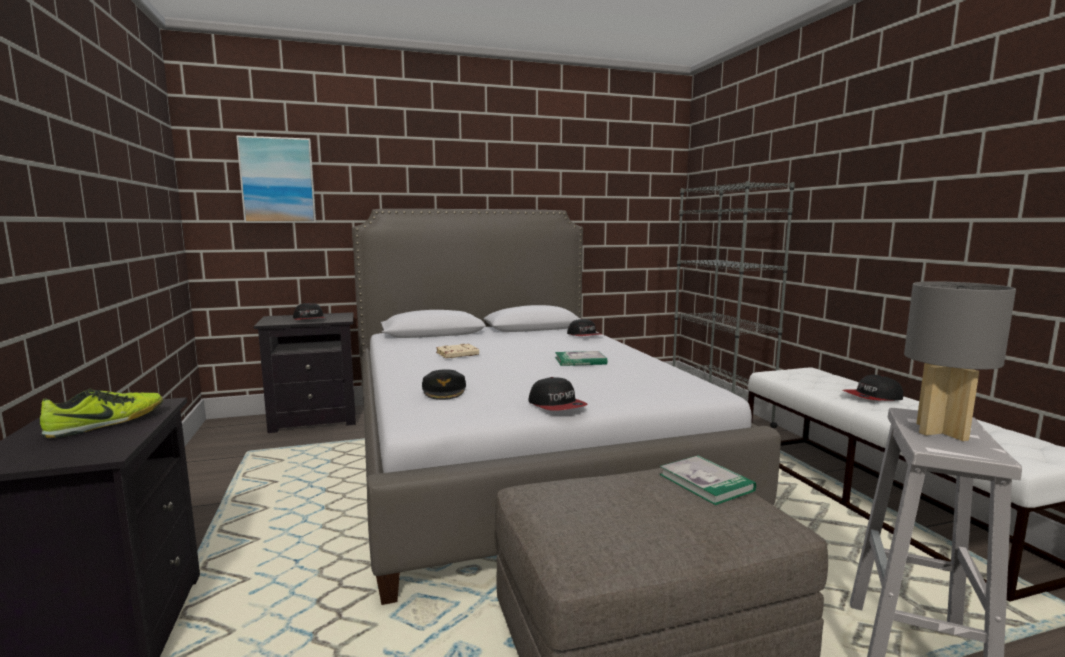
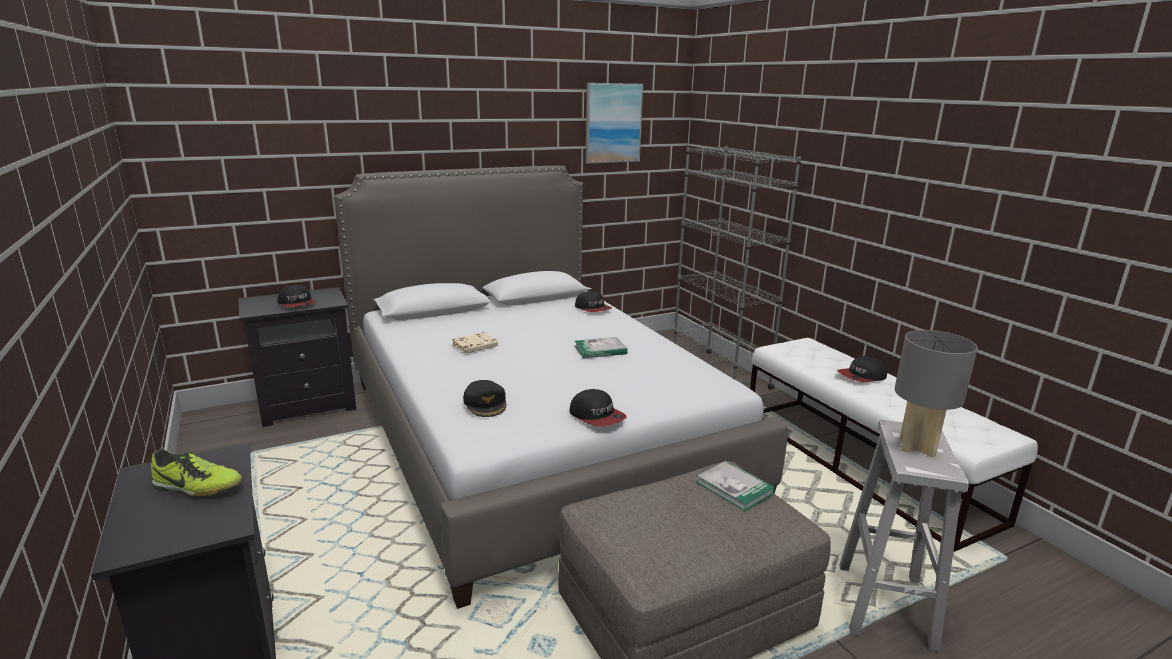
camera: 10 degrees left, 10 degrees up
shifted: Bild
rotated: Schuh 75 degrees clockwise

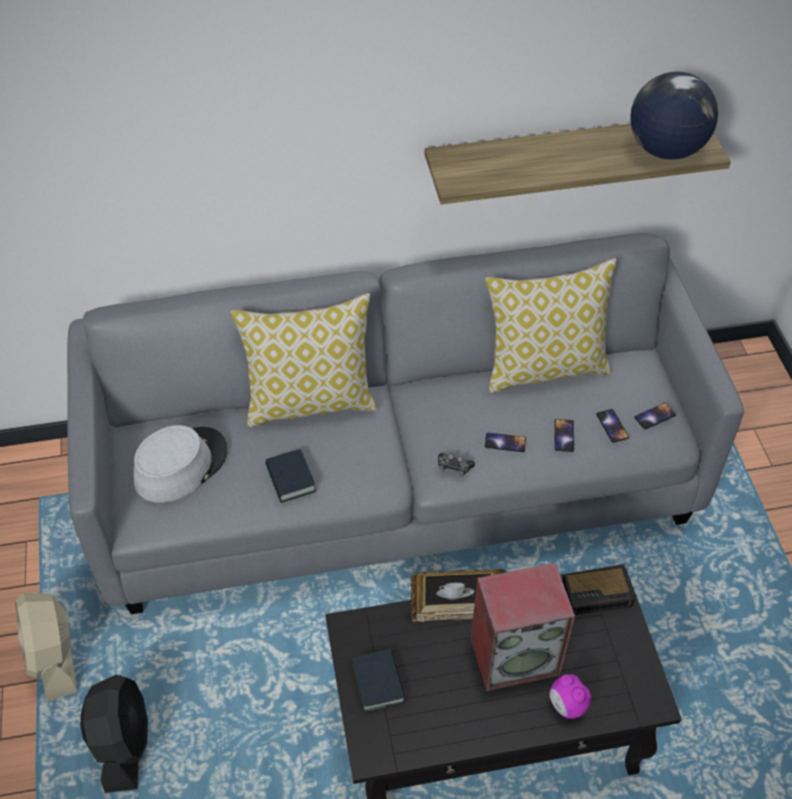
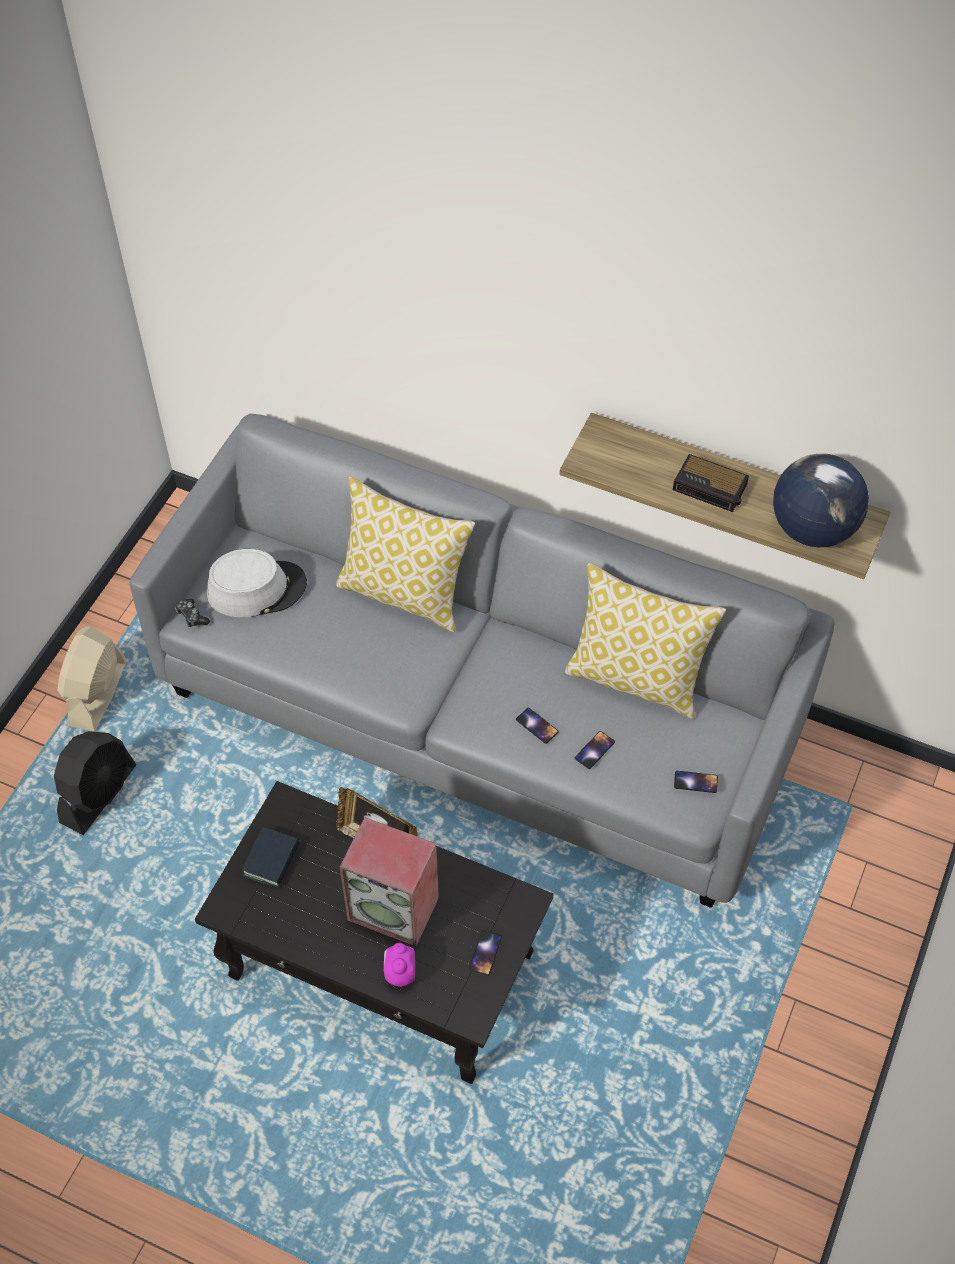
camera: 35 degrees right, 5 degrees up
gone: Buch (no. 1 from left)
shifted: Gamepad; Handy (no. 3 from left in the first image) to Handy (no. 1 from left); Wecker (no. 2 from left)

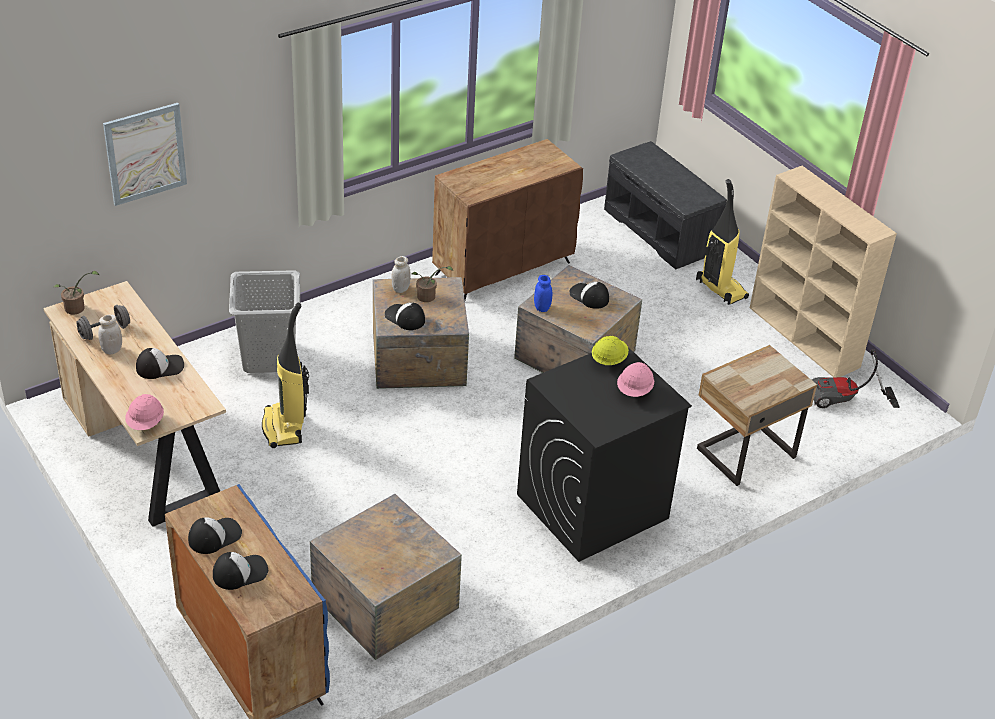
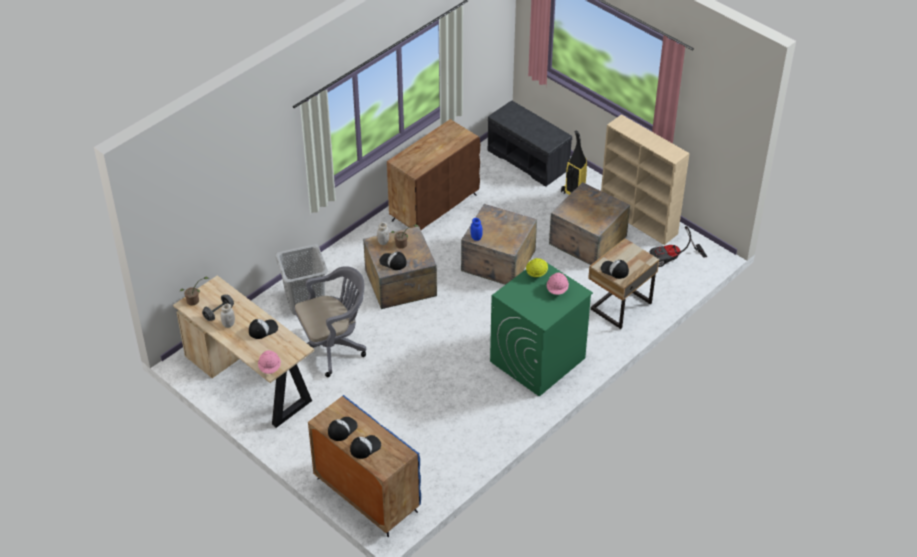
camera: 10 degrees left, 5 degrees up
gone: Bild
shifted: Kiste (no. 1 from left in the first image) to Kiste (no. 3 from left); Kappe (no. 5 from left)
swapped: Staubsauger (no. 1 from left) to Bürostuhl (grau)
repainted: Waschmaschine (schwarz) to Waschmaschine (grün)

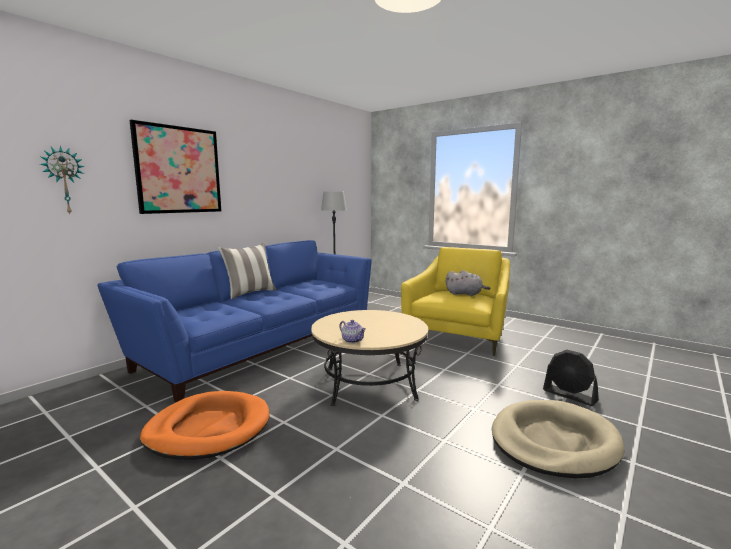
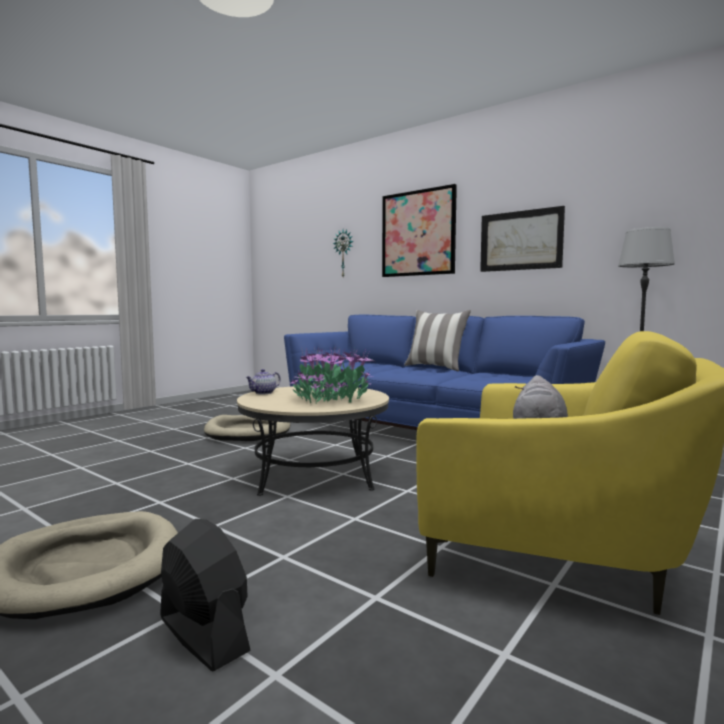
camera: 90 degrees right, 5 degrees down
new: Topfpflanze; Bild (no. 2 from left)
repainted: Hundebett (orange) to Hundebett (beige) (no. 2 from left)
rotated: Ventilator (schwarz) 90 degrees clockwise

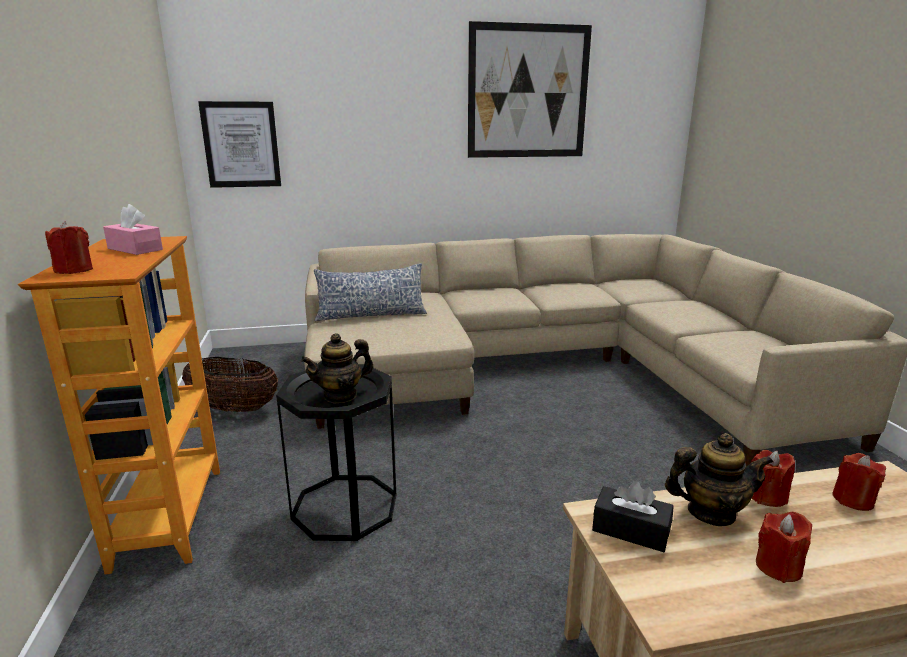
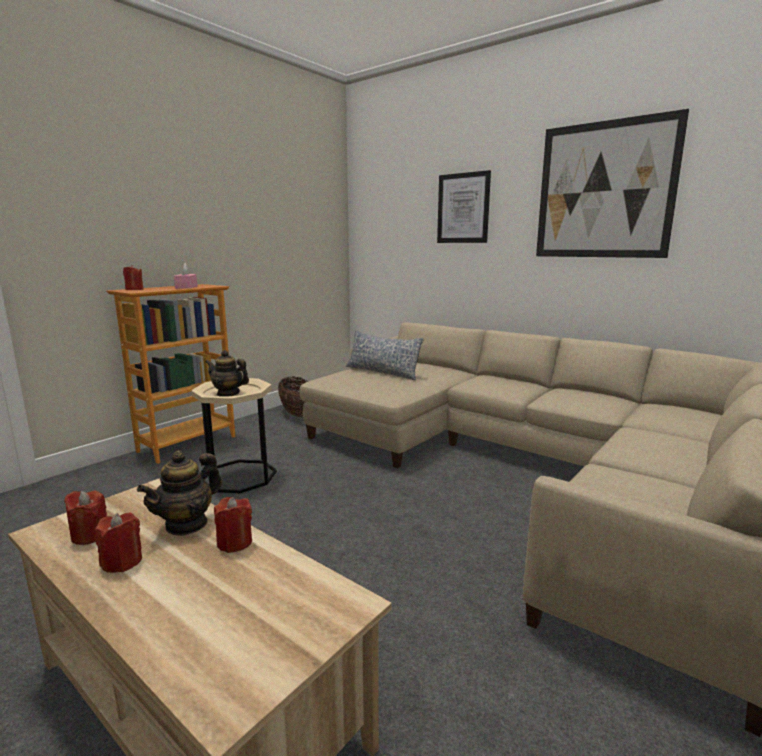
camera: 50 degrees right, 5 degrees down
gone: Taschentuchbox (schwarz)
shifted: Kerze (rot) (no. 4 from left in the first image) to Kerze (rot) (no. 1 from left); Bild (no. 1 from left)
repainted: Beistelltisch (schwarz) to Beistelltisch (beige)
rotated: Teekanne (no. 2 from left in the first image) 75 degrees clockwise

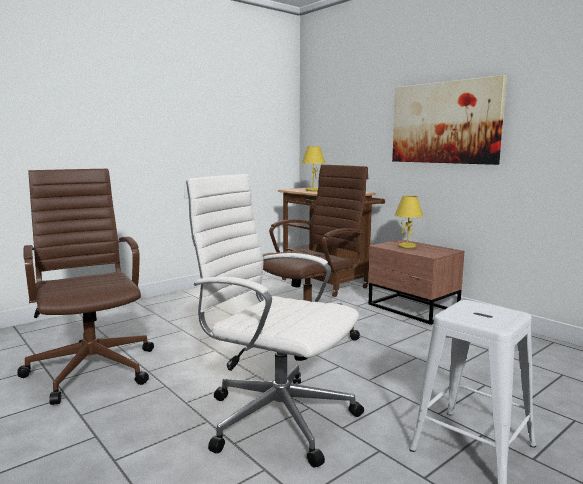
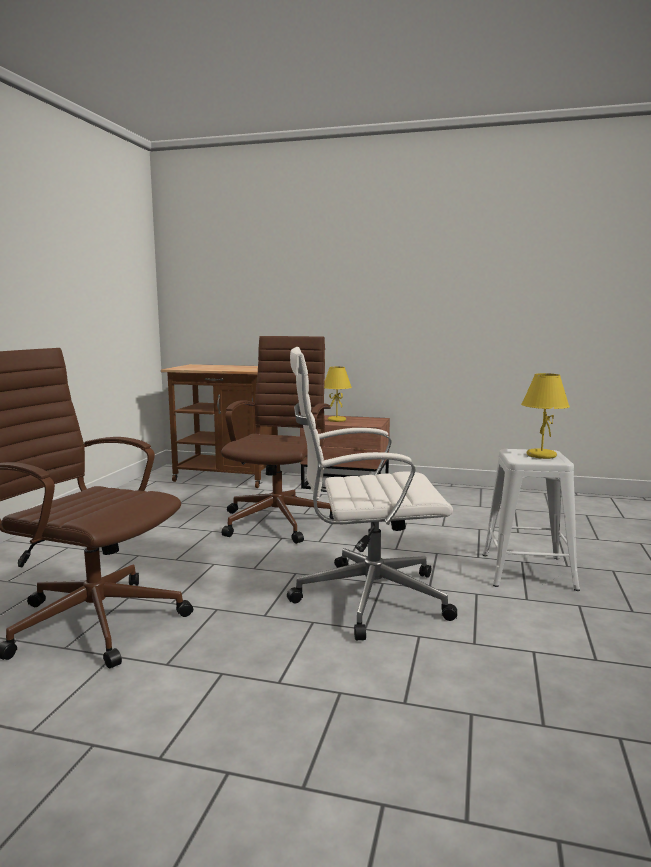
camera: 35 degrees left, 0 degrees up
gone: Bild
shifted: Tischlampe (gelb) (no. 1 from left in the first image) to Tischlampe (gelb) (no. 2 from left)

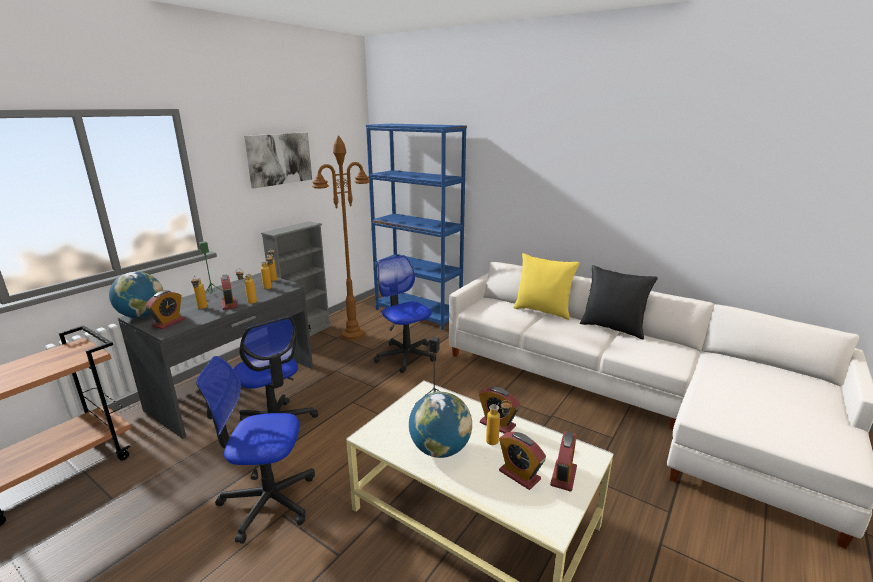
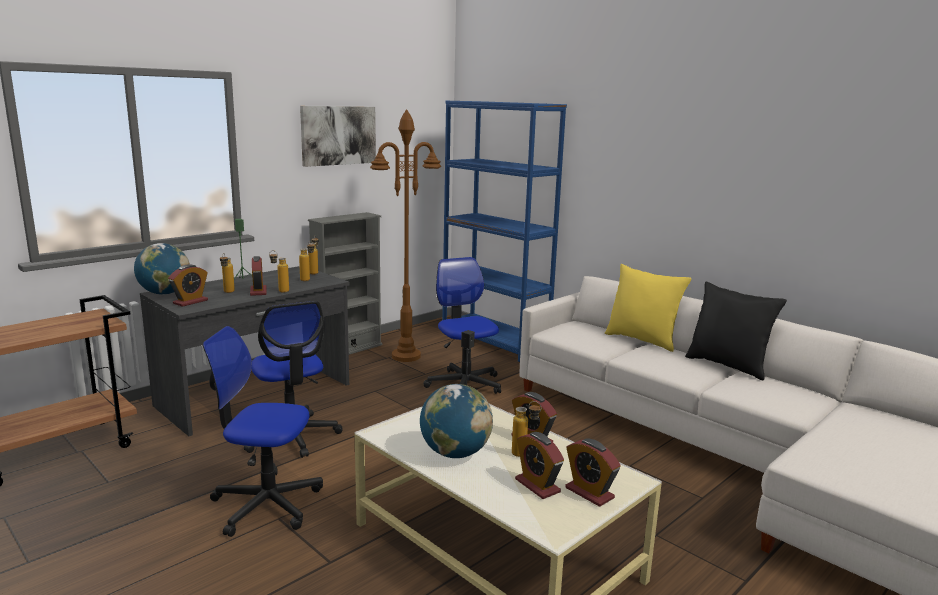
camera: 10 degrees right, 5 degrees down
rotated: Wecker (no. 5 from left) 105 degrees clockwise

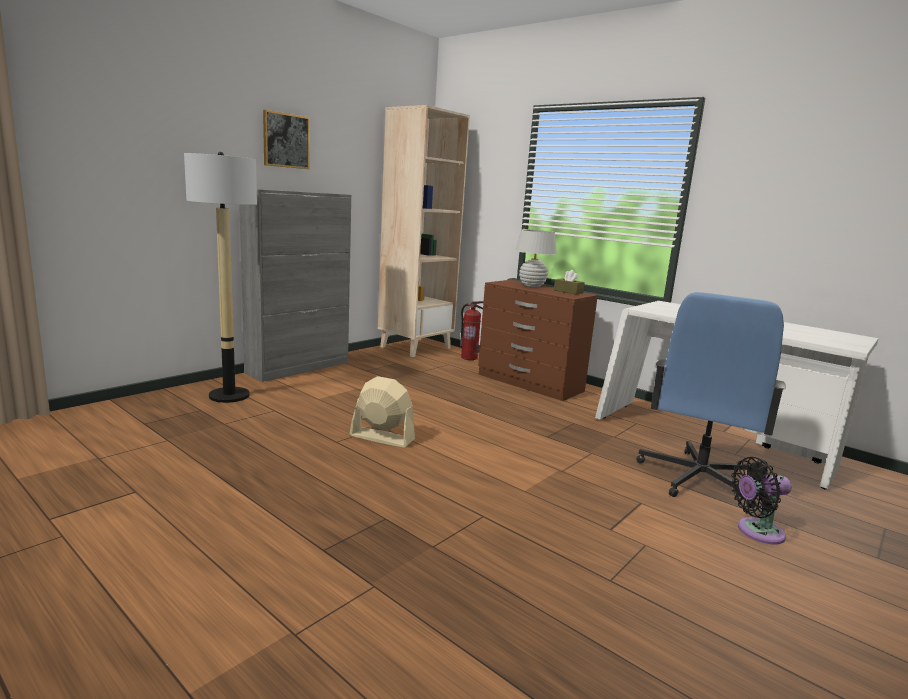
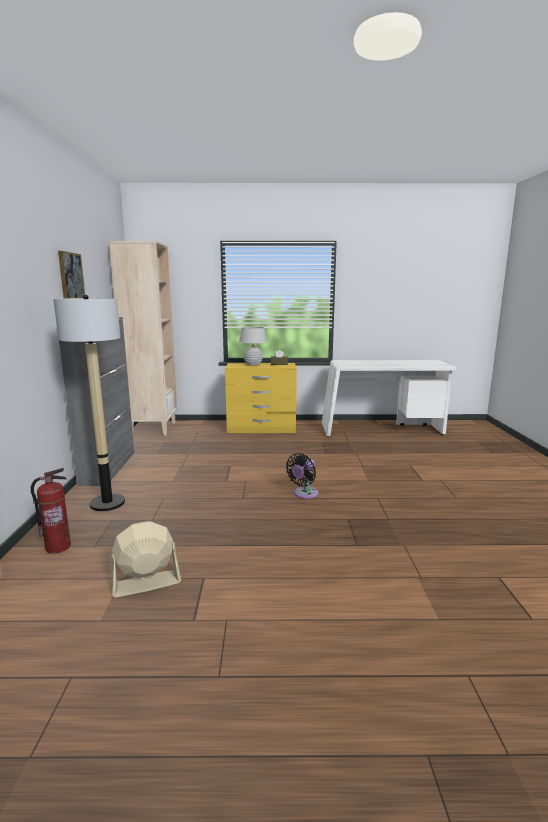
camera: 40 degrees left, 0 degrees up
gone: Bürostuhl (blau)
shifted: Feuerlöscher; Ventilator (beige); Ventilator (schwarz)
repainted: Kommode (braun) to Kommode (gelb)

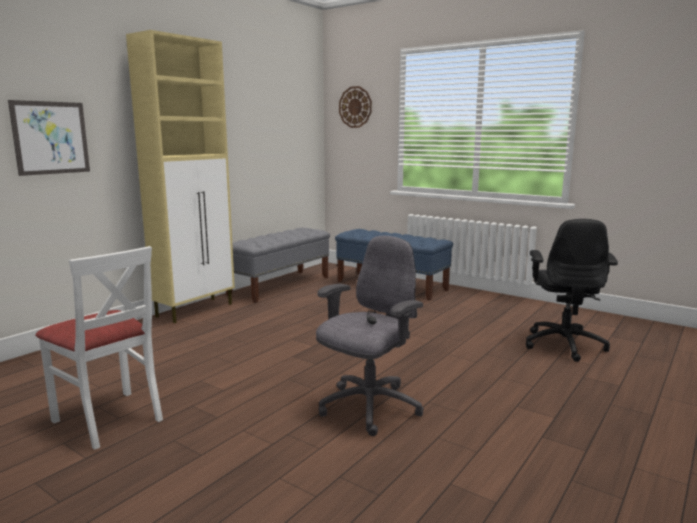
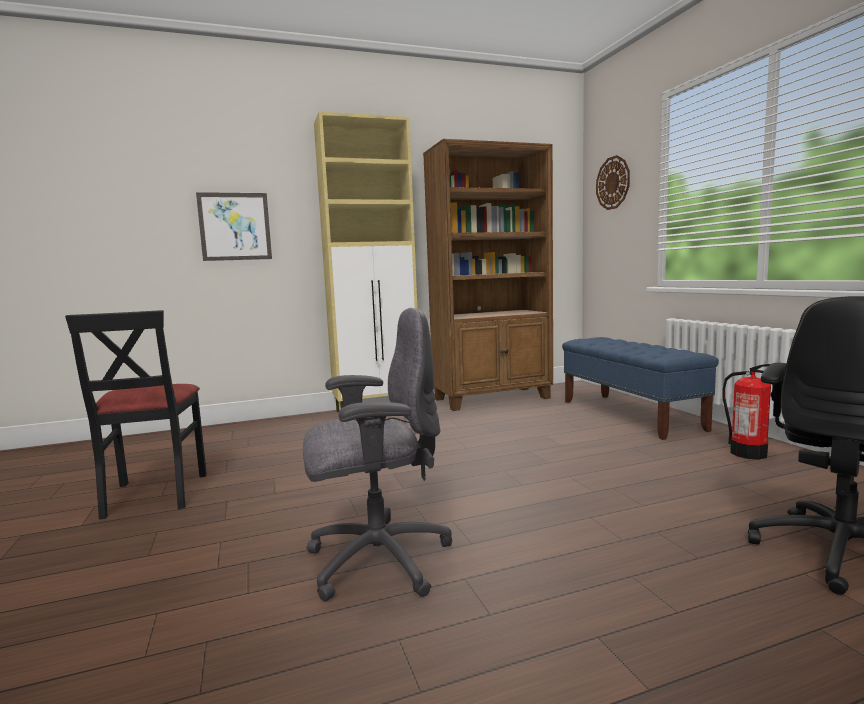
camera: 35 degrees right, 5 degrees down
new: Feuerlöscher
swapped: Bank (grau) to Bücherregal (braun)
repainted: Stuhl (weiß) to Stuhl (schwarz)

